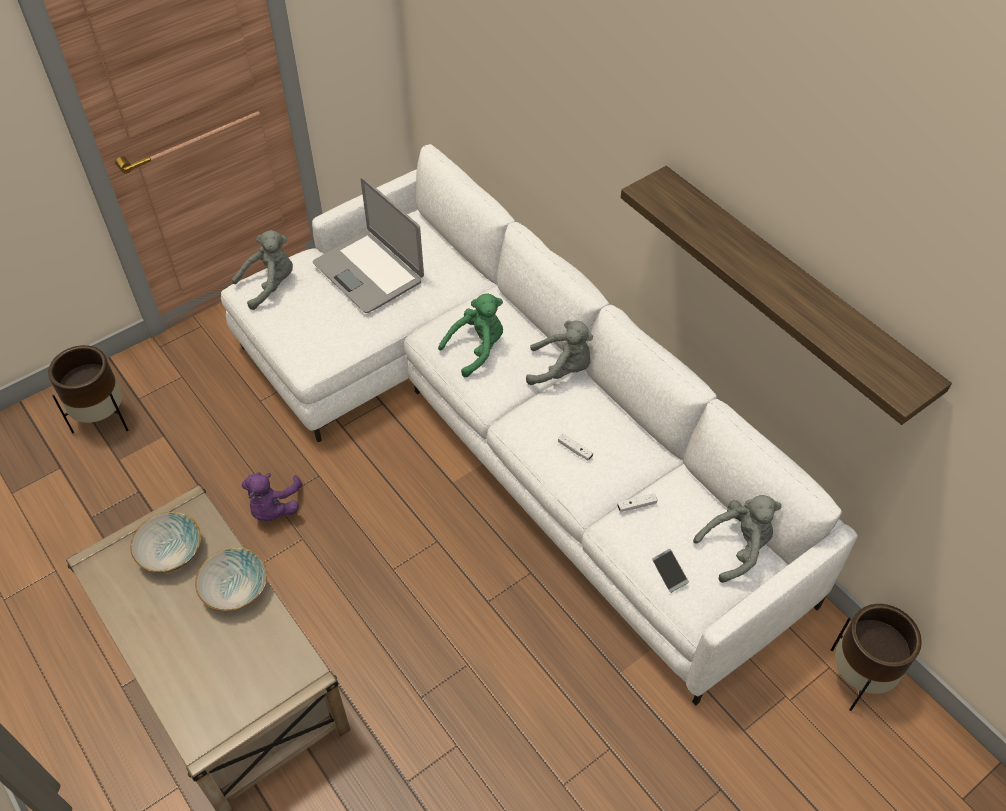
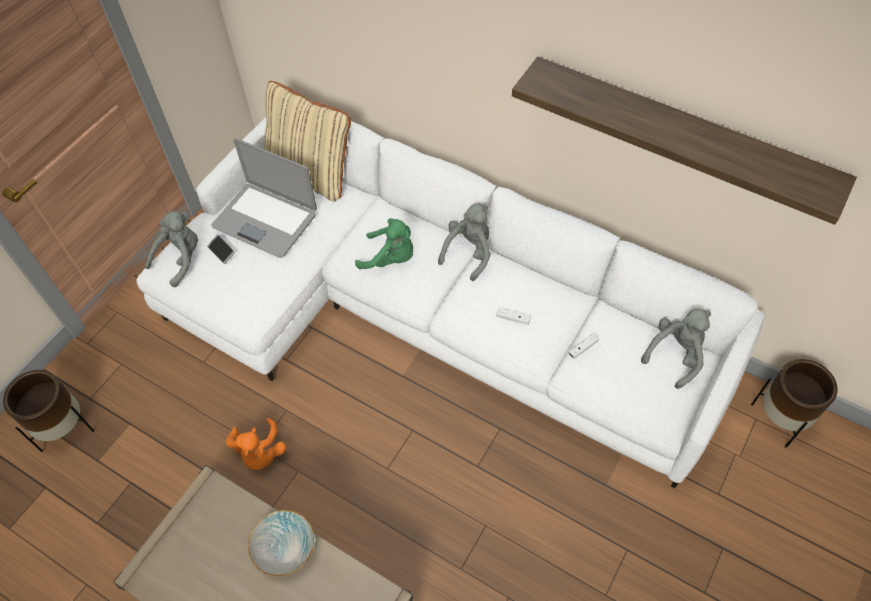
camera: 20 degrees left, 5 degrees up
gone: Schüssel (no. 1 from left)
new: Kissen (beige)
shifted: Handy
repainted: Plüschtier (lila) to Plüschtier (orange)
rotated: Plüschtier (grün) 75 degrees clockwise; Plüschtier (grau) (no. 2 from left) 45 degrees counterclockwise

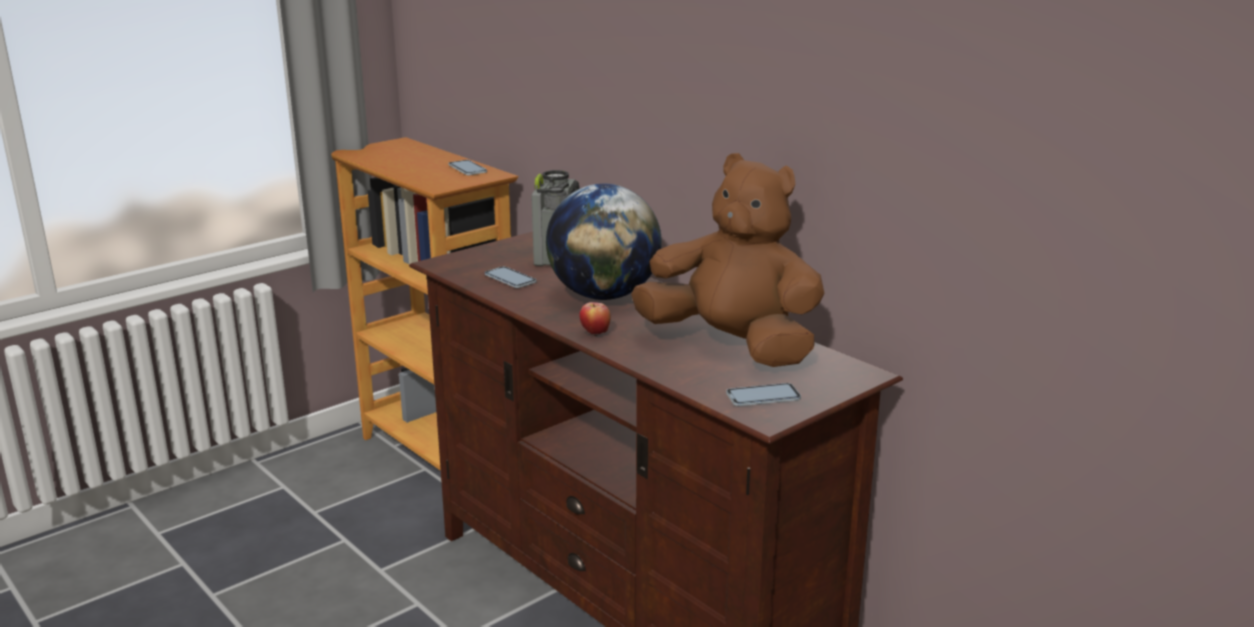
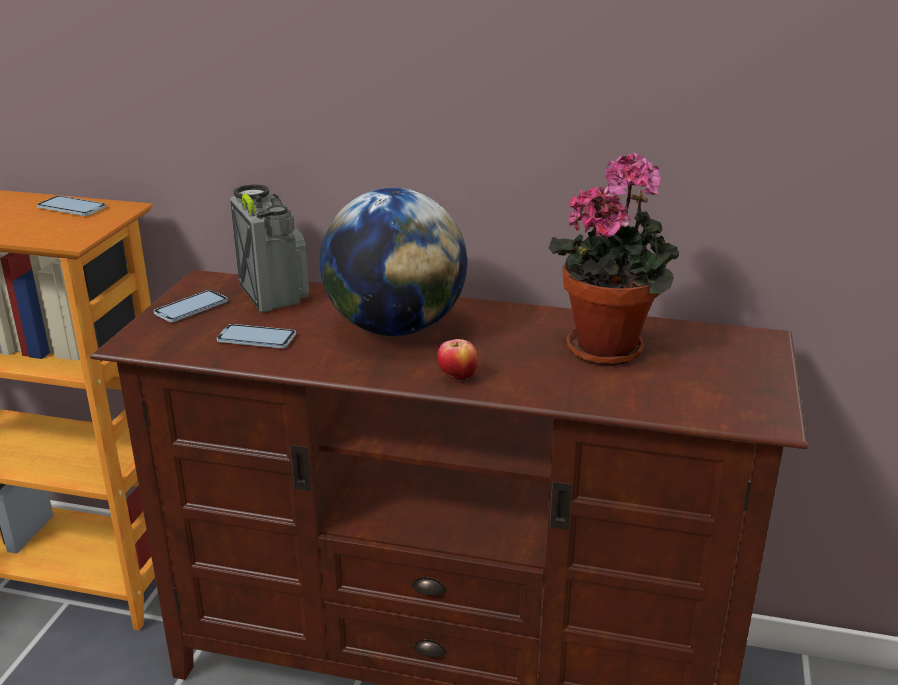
camera: 35 degrees left, 5 degrees up
shifted: Handy (no. 3 from left in the first image) to Handy (no. 2 from left)
swapped: Plüschtier (braun) to Topfpflanze

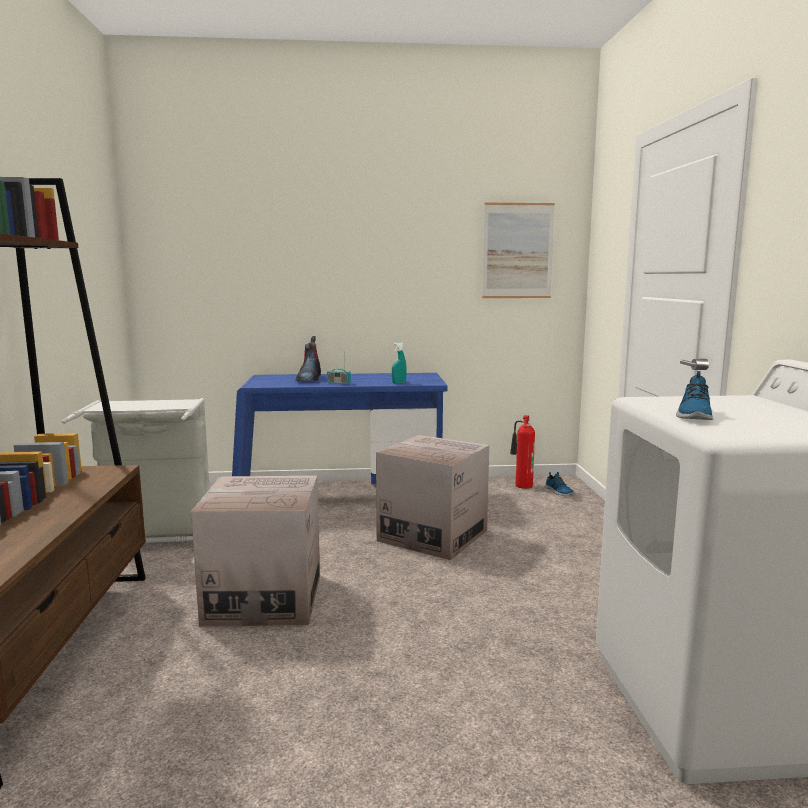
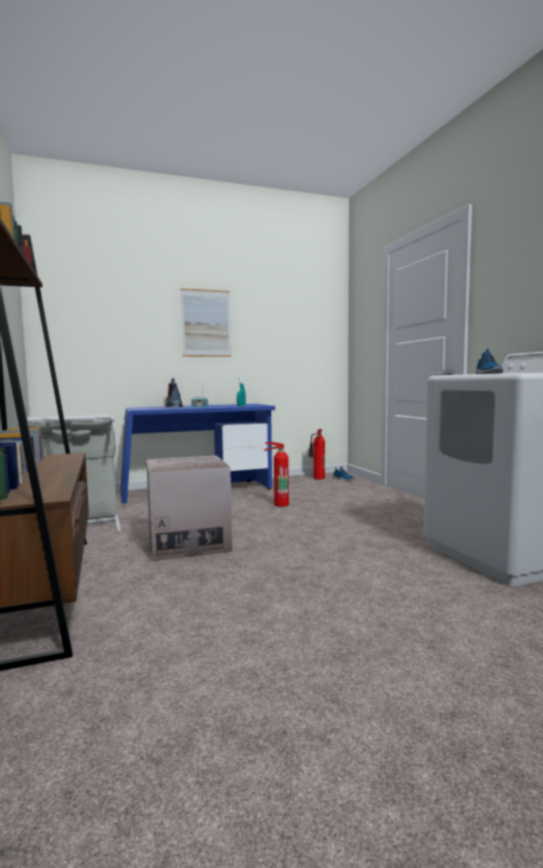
camera: 15 degrees left, 5 degrees down
shifted: Bild
swapped: Karton (no. 2 from left) to Feuerlöscher (no. 1 from left)

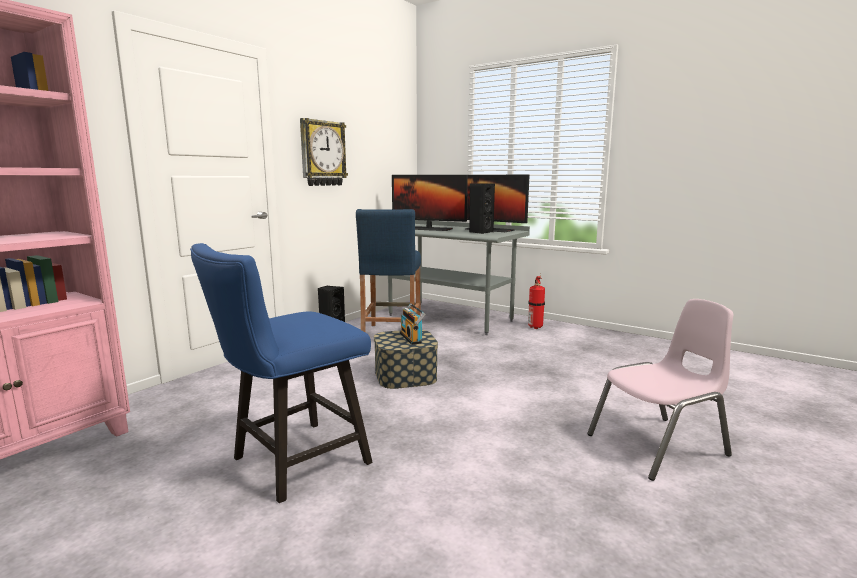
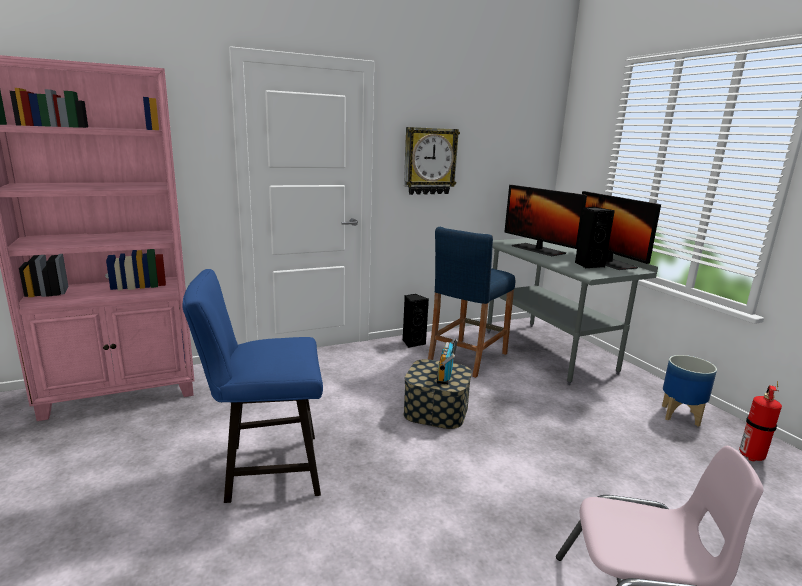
camera: 30 degrees right, 5 degrees up
new: Pflanzkübel
shifted: Feuerlöscher

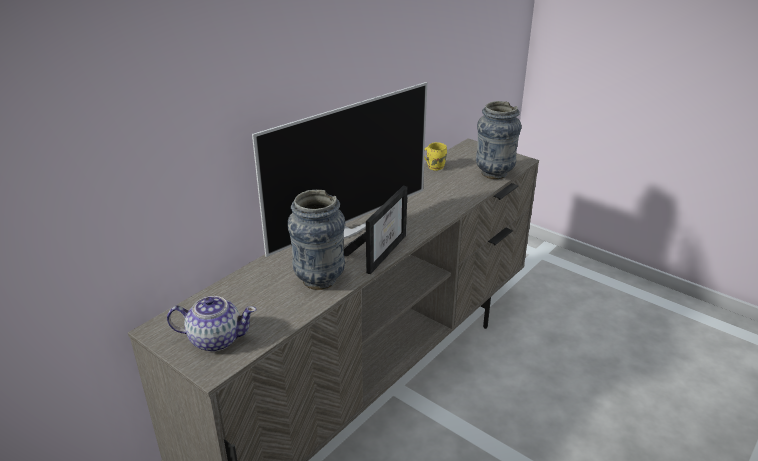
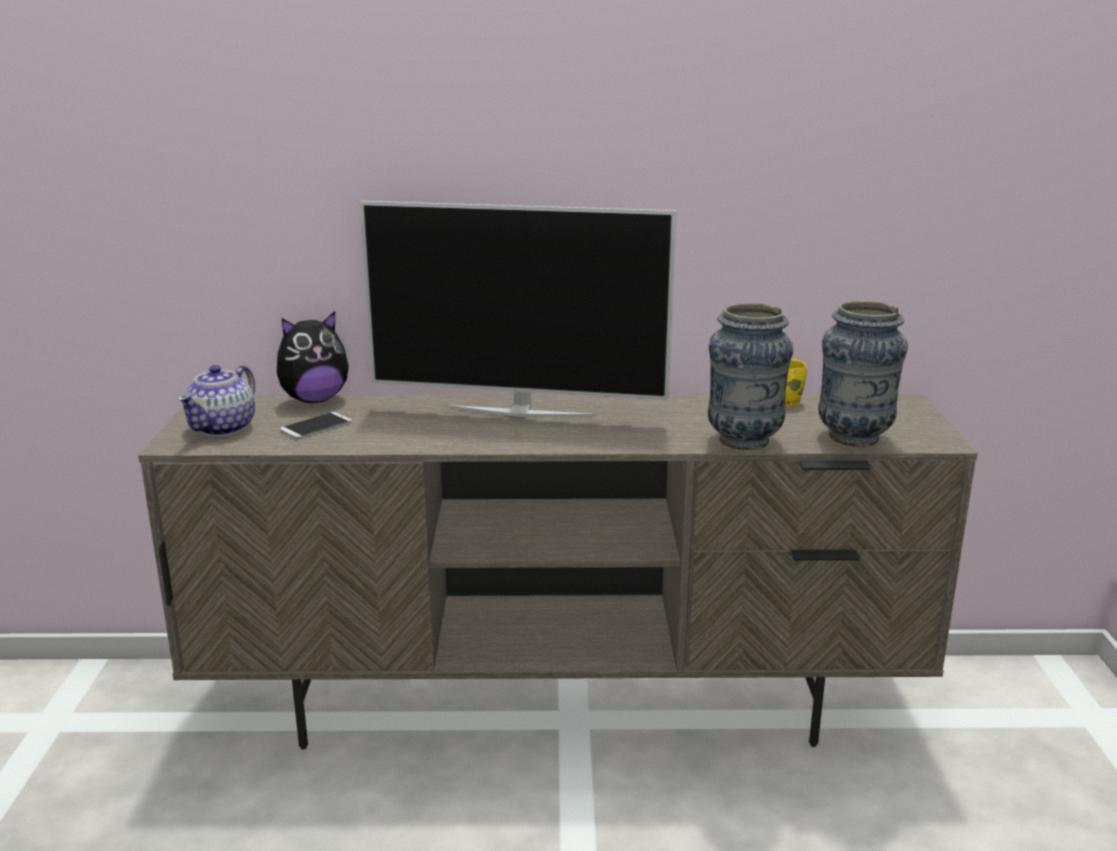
camera: 50 degrees right, 10 degrees down
gone: Bilderrahmen
new: Plüschtier; Handy
shifted: Vase (no. 1 from left)
rotated: Teekanne 60 degrees clockwise

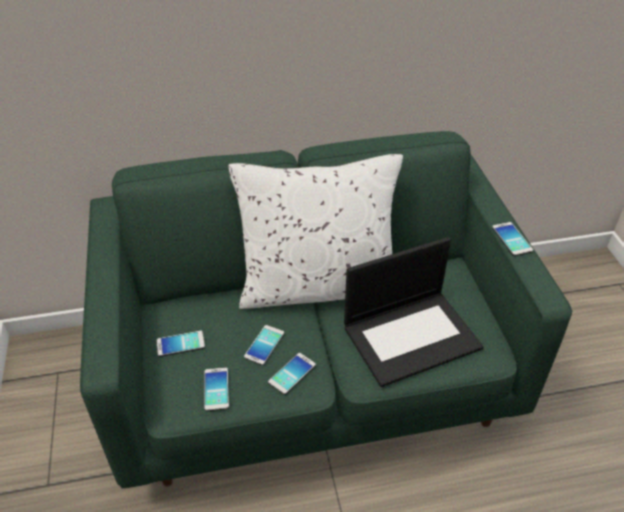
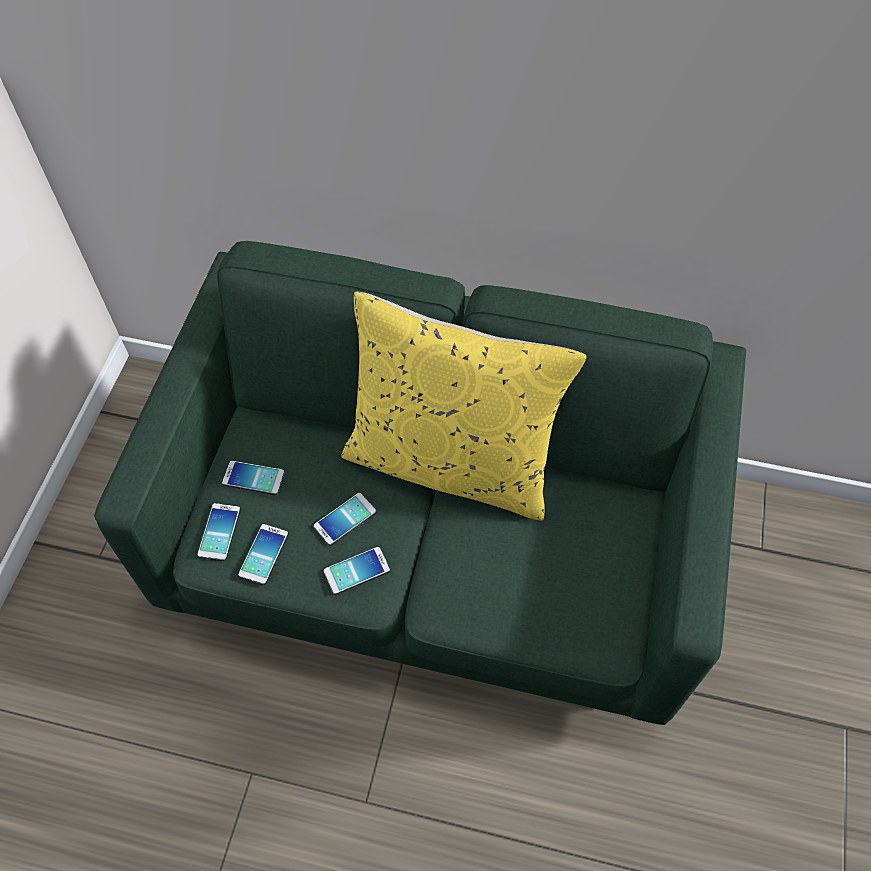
camera: 25 degrees right, 15 degrees up
gone: Laptop
shifted: Handy (no. 5 from left in the first image) to Handy (no. 1 from left)
repainted: Kissen (weiß) to Kissen (gelb)

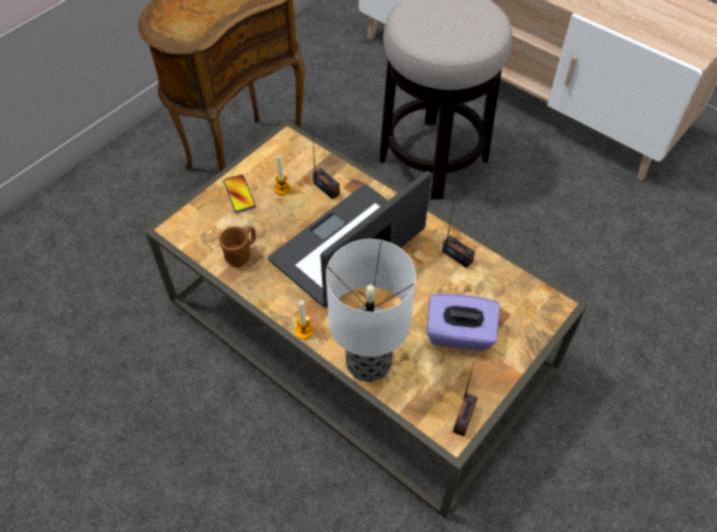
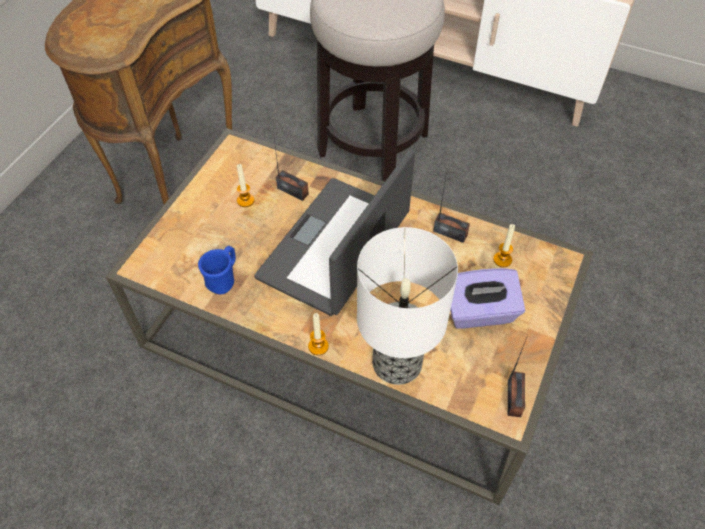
camera: 15 degrees left, 0 degrees up
gone: Handy
new: Kerze (no. 3 from left)
repainted: Henkelbecher (braun) to Henkelbecher (blau)

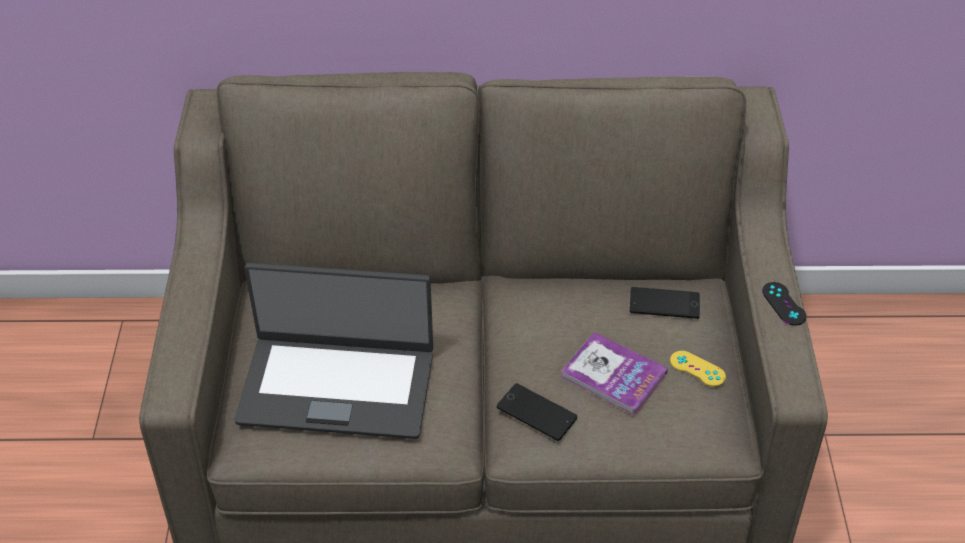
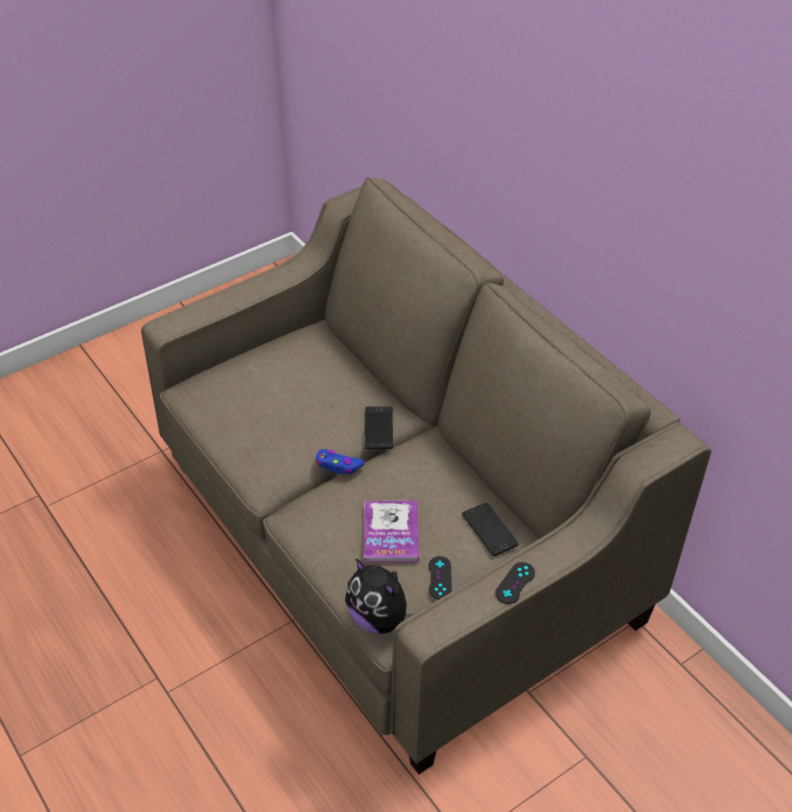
camera: 55 degrees right, 0 degrees up
gone: Laptop
new: Gamepad (blau); Plüschtier
shifted: Handy (no. 1 from left)
repainted: Gamepad (gelb) to Gamepad (schwarz) (no. 1 from left)

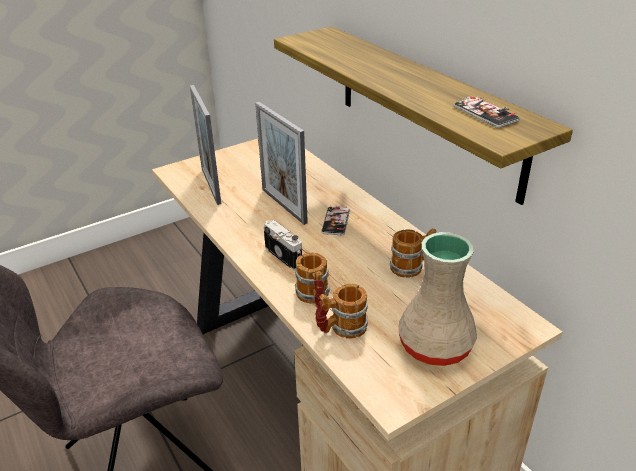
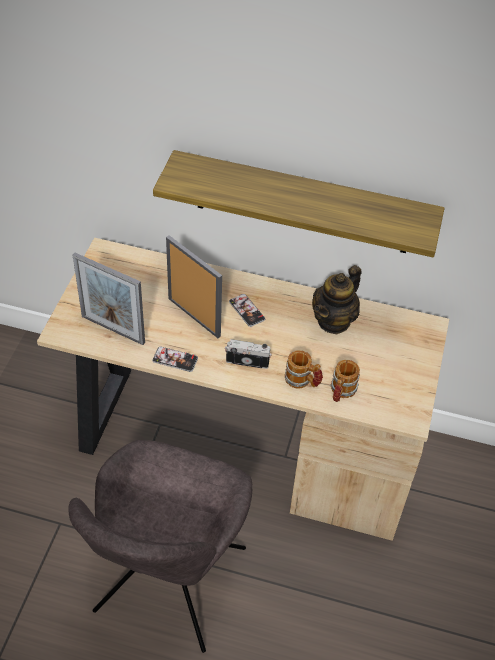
camera: 45 degrees left, 15 degrees up
gone: Vase (beige)
shifted: Handy (no. 2 from left in the first image) to Handy (no. 1 from left)
swapped: Henkelbecher (no. 3 from left) to Teekanne
rotated: Bilderrahmen (no. 2 from left) 150 degrees counterclockwise

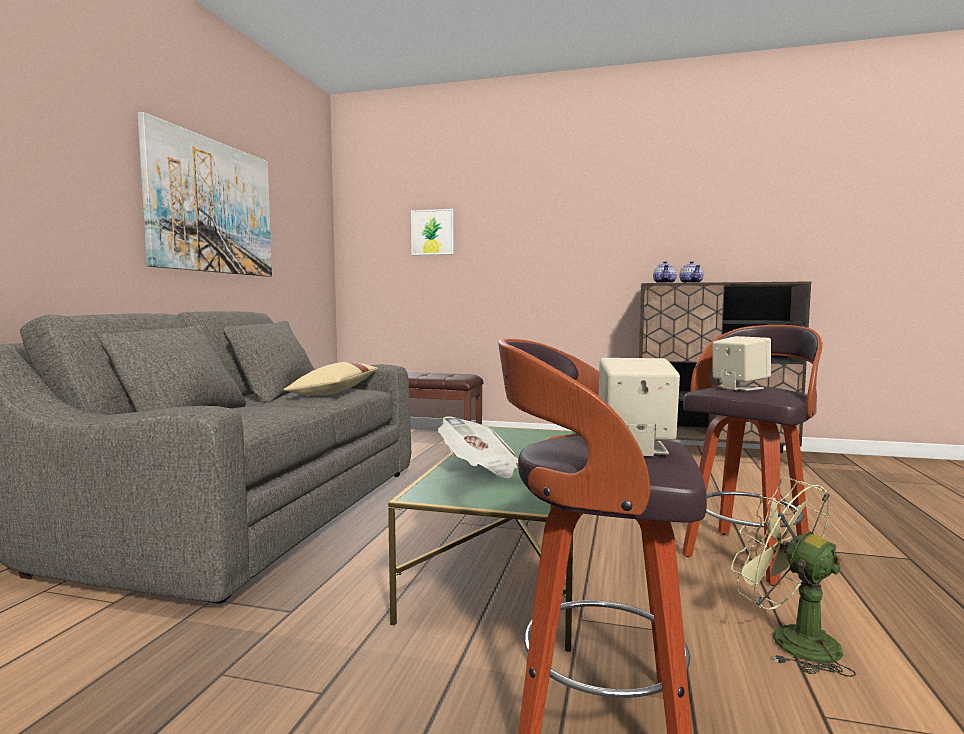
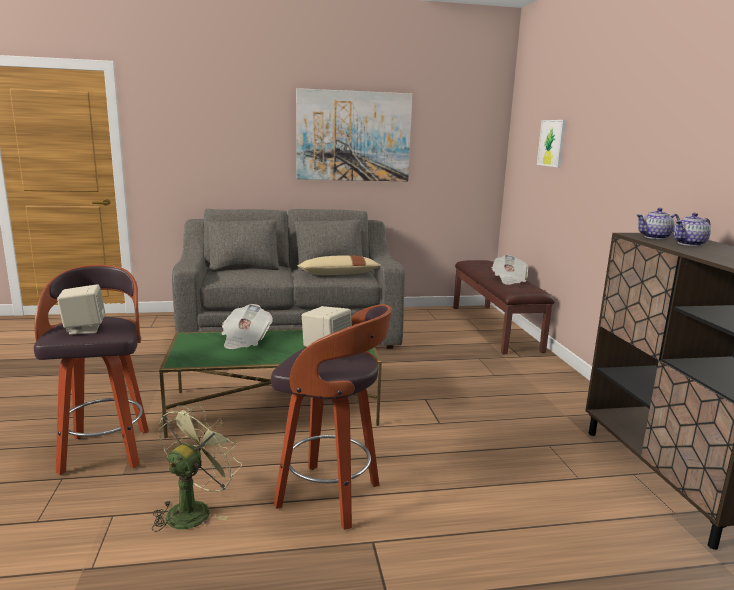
camera: 65 degrees right, 10 degrees up
new: Zeitung (no. 2 from left)

